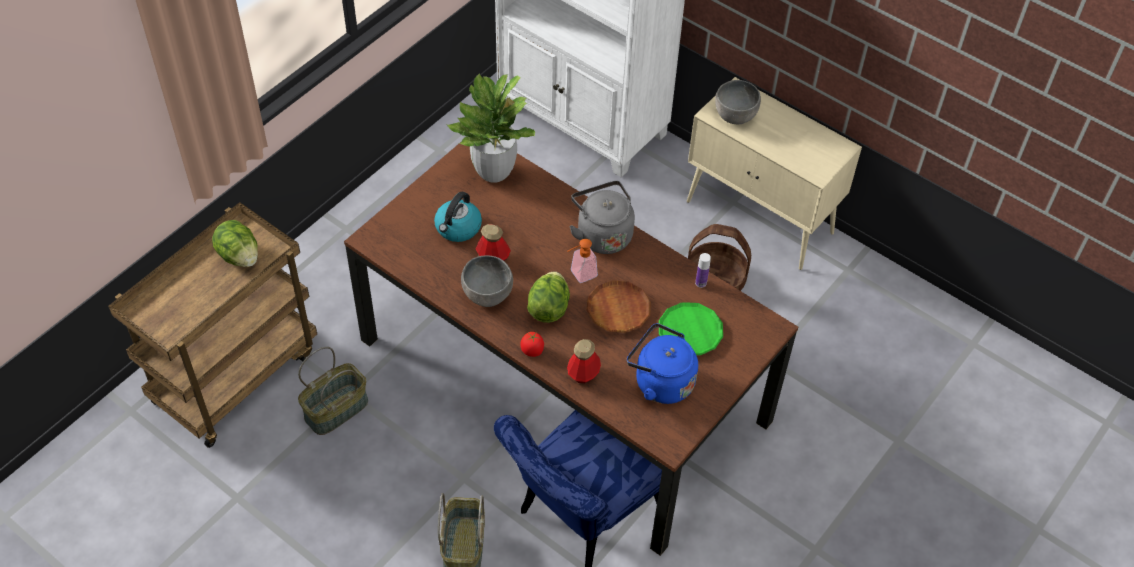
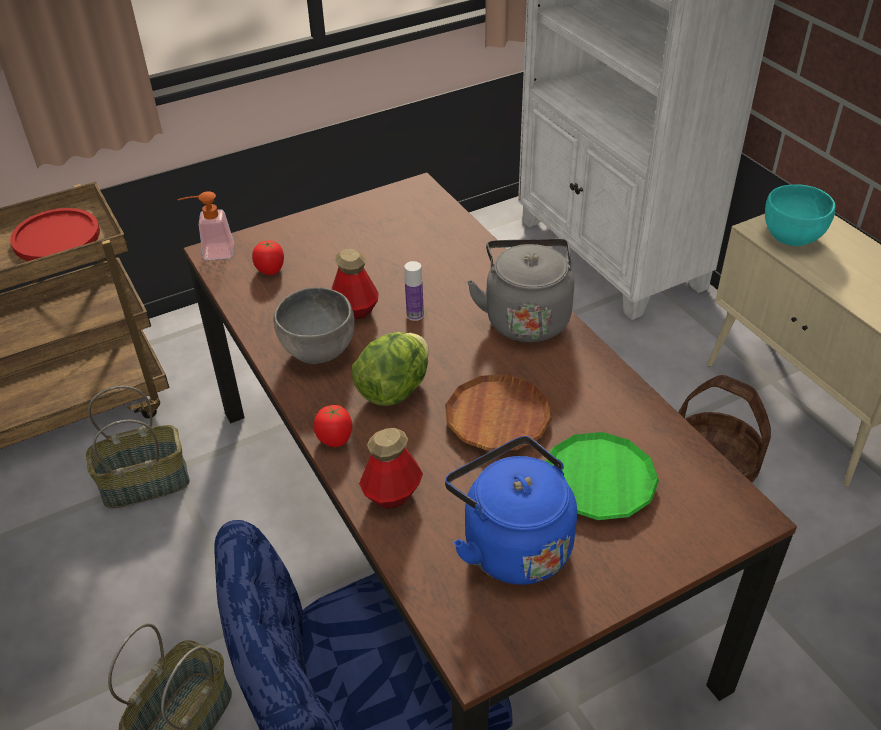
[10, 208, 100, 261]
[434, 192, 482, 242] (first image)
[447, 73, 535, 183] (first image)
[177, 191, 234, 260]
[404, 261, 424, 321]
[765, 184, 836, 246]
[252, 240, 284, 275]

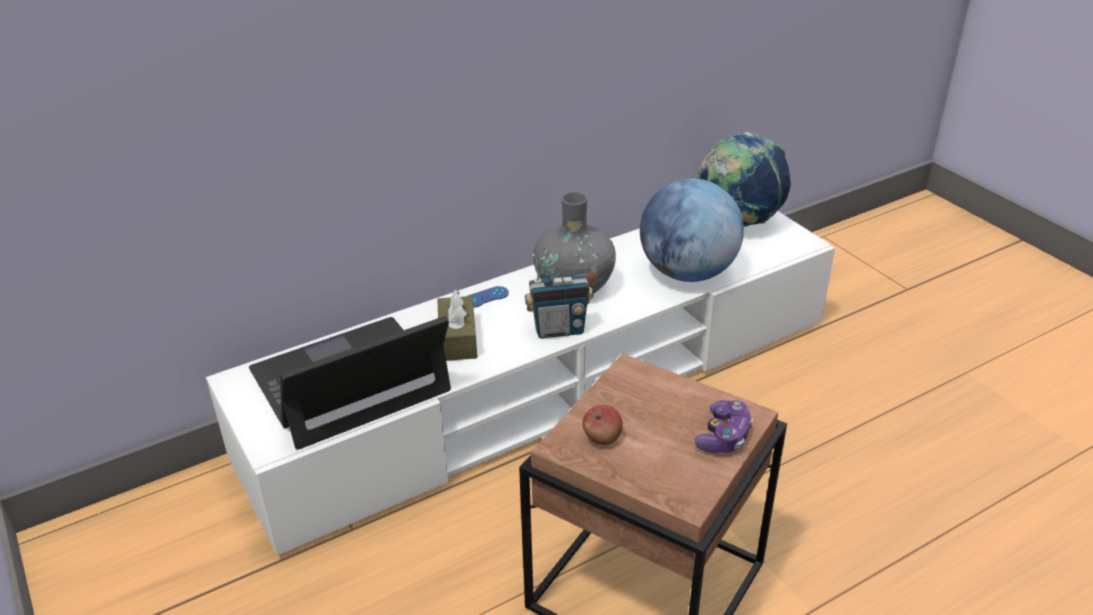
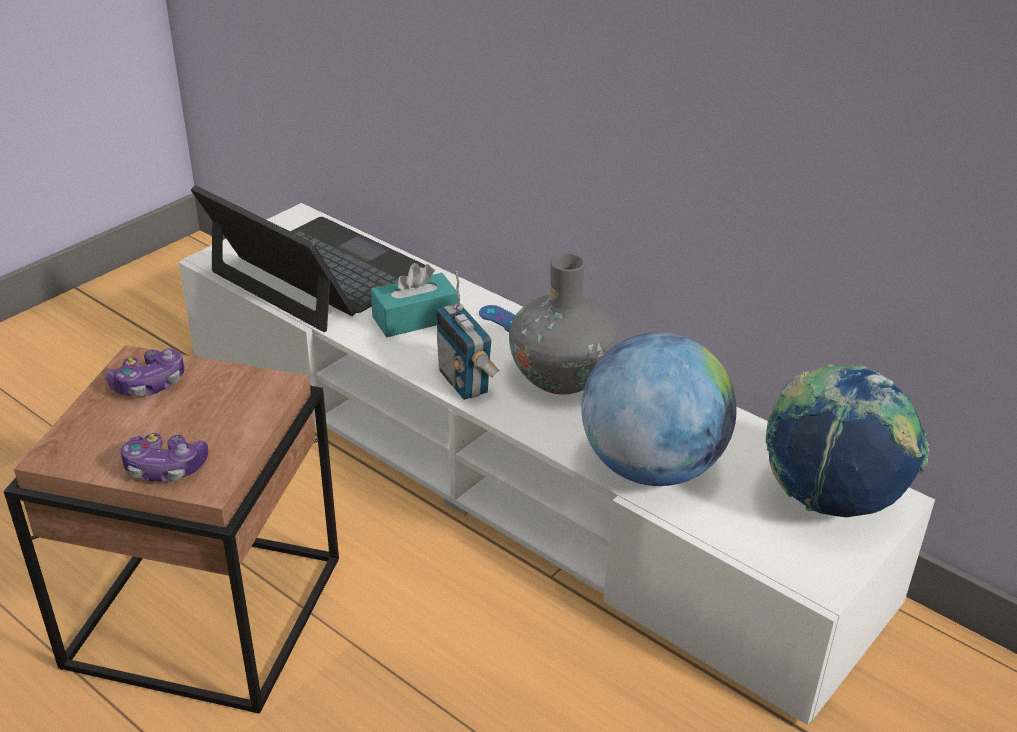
[371, 263, 458, 337]
[106, 348, 184, 396]

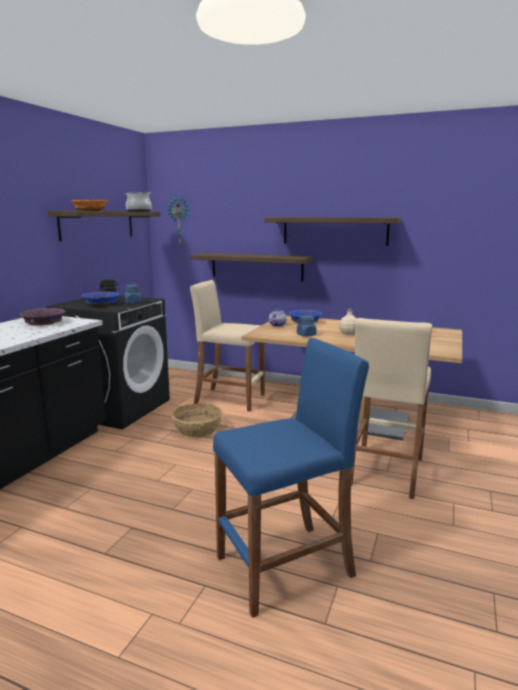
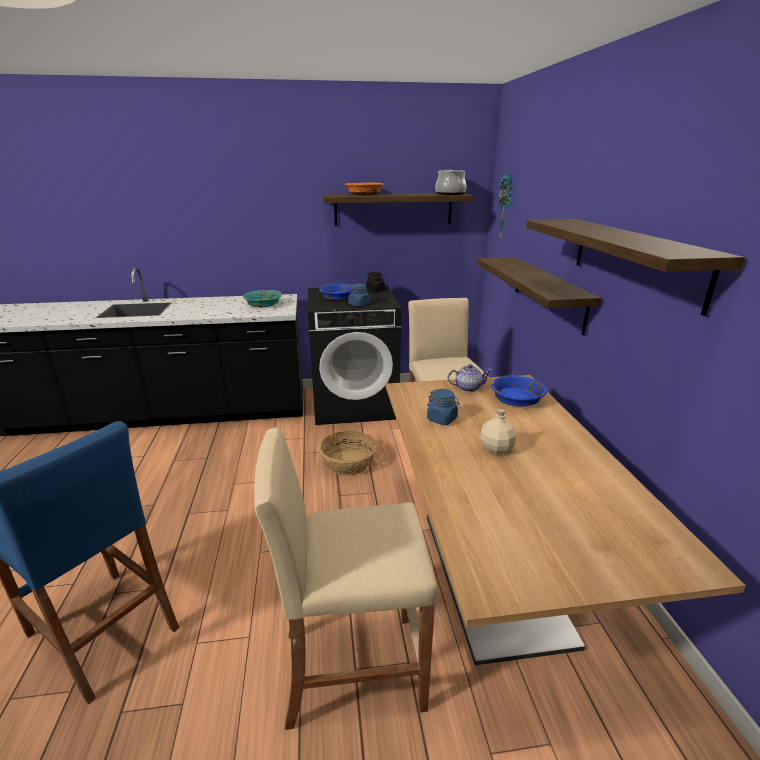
[243, 290, 282, 307]

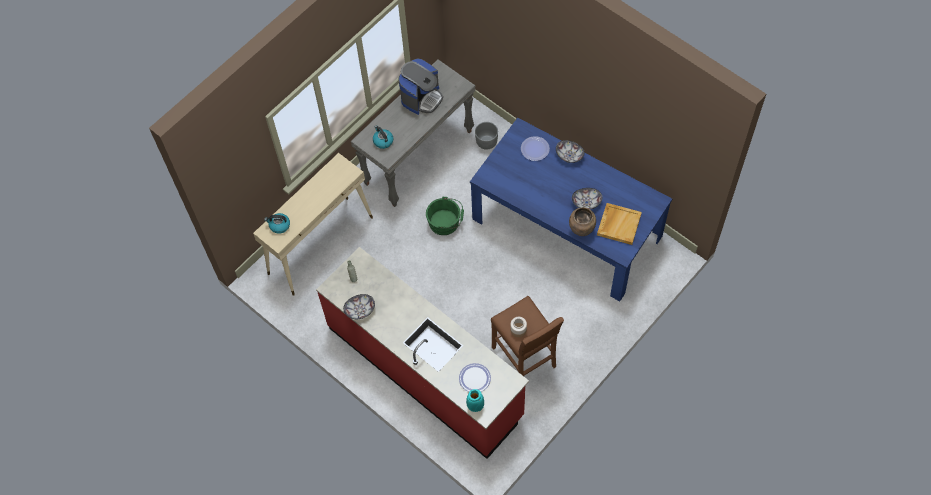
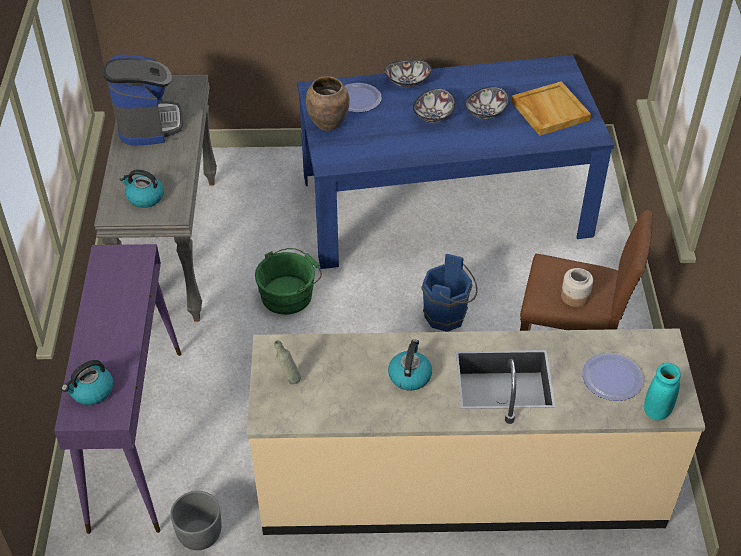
[54, 244, 181, 534]
[247, 329, 706, 535]
[413, 89, 455, 123]
[170, 491, 221, 550]
[306, 76, 350, 131]
[388, 339, 432, 391]
[421, 254, 478, 332]

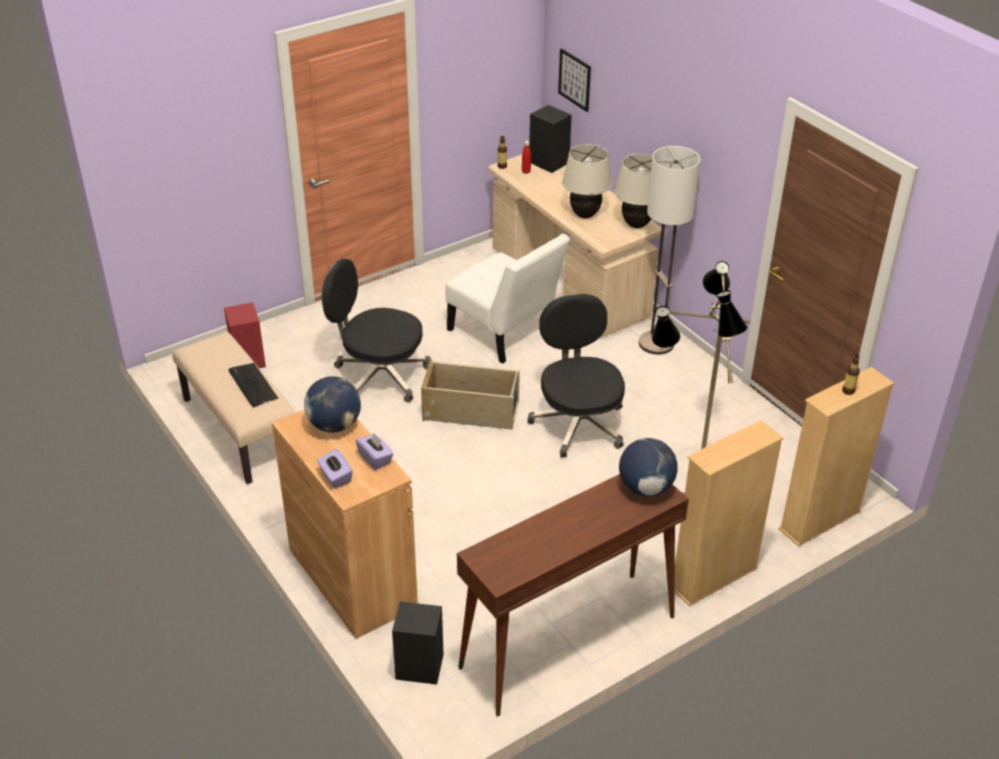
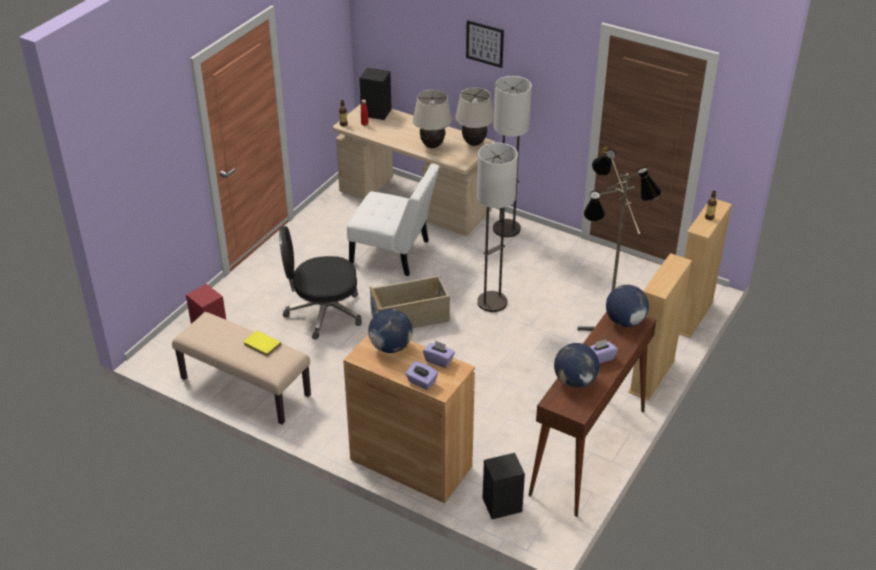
[243, 330, 281, 356]
[477, 143, 518, 312]
[466, 20, 504, 68]
[554, 343, 599, 388]
[590, 339, 618, 364]

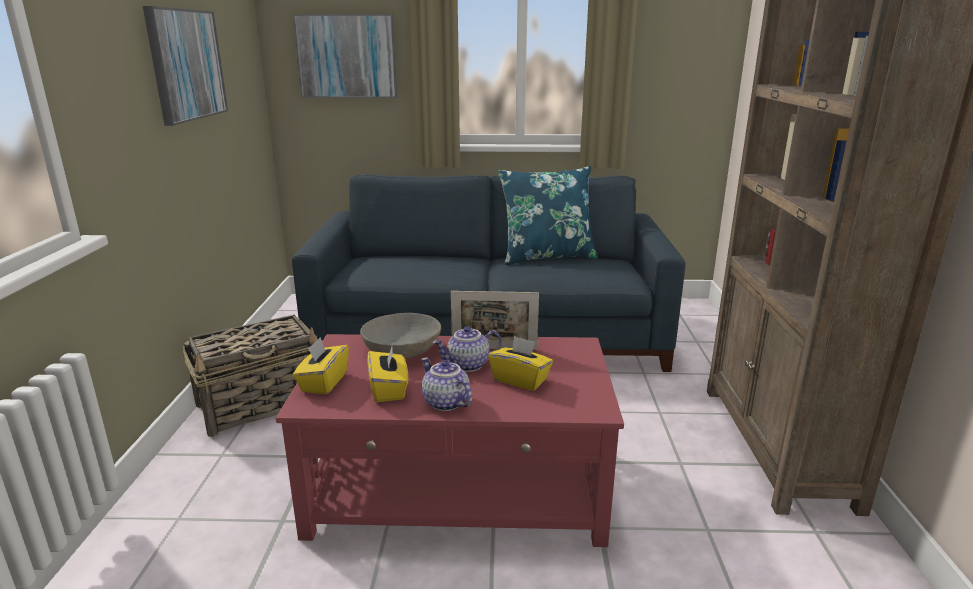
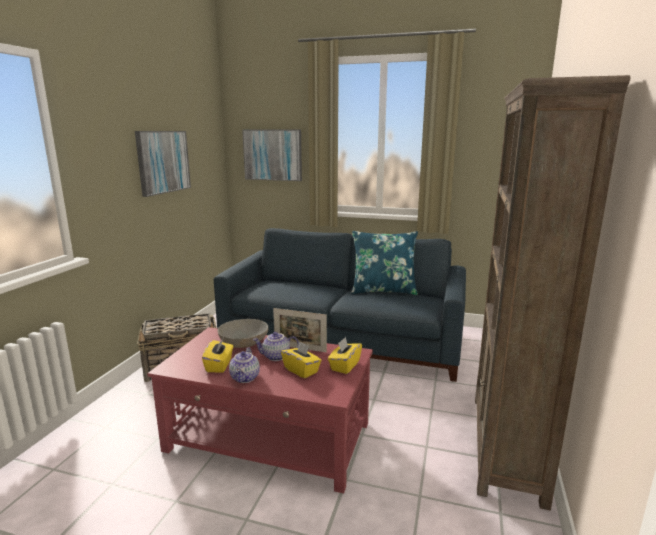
[328, 337, 362, 374]
[229, 348, 260, 383]

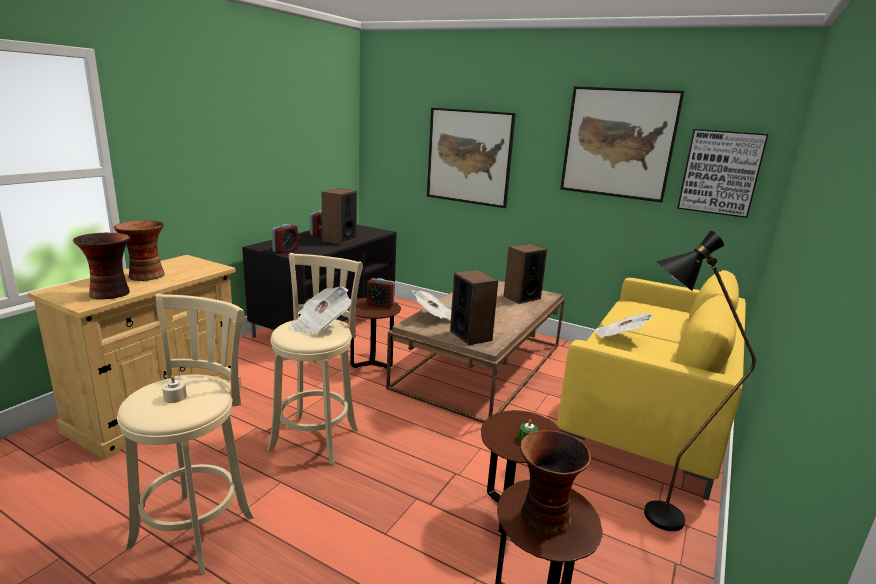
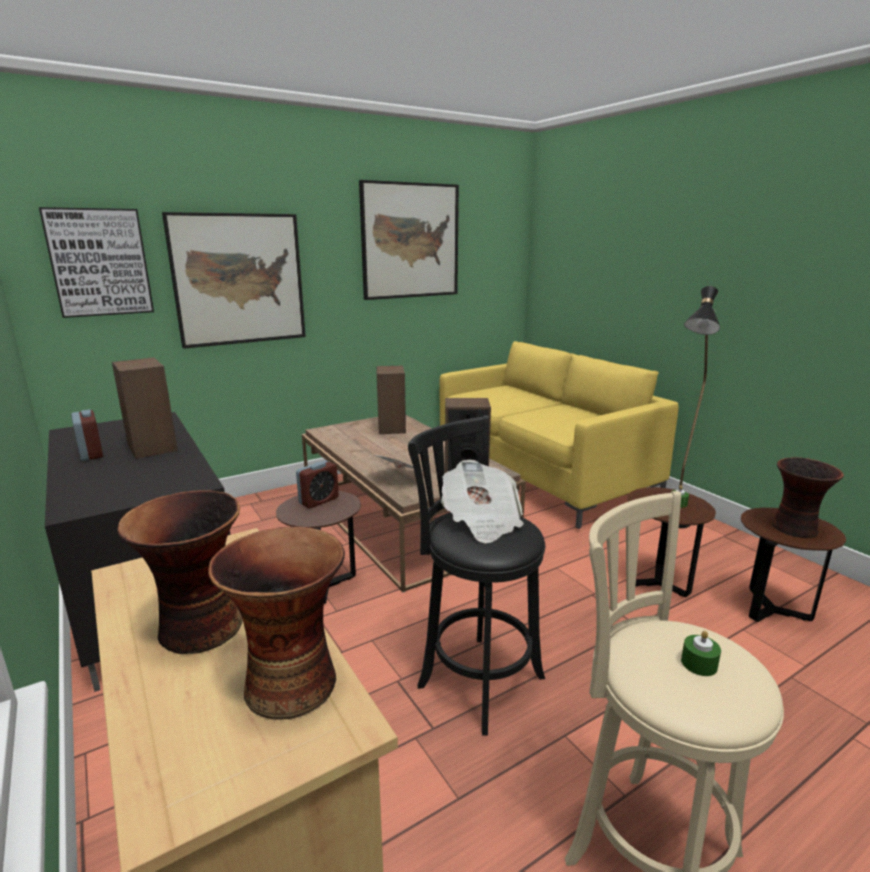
[681, 630, 721, 676]
[408, 415, 545, 736]
[272, 224, 298, 254] (first image)
[595, 313, 653, 338] (first image)
[39, 207, 154, 318]

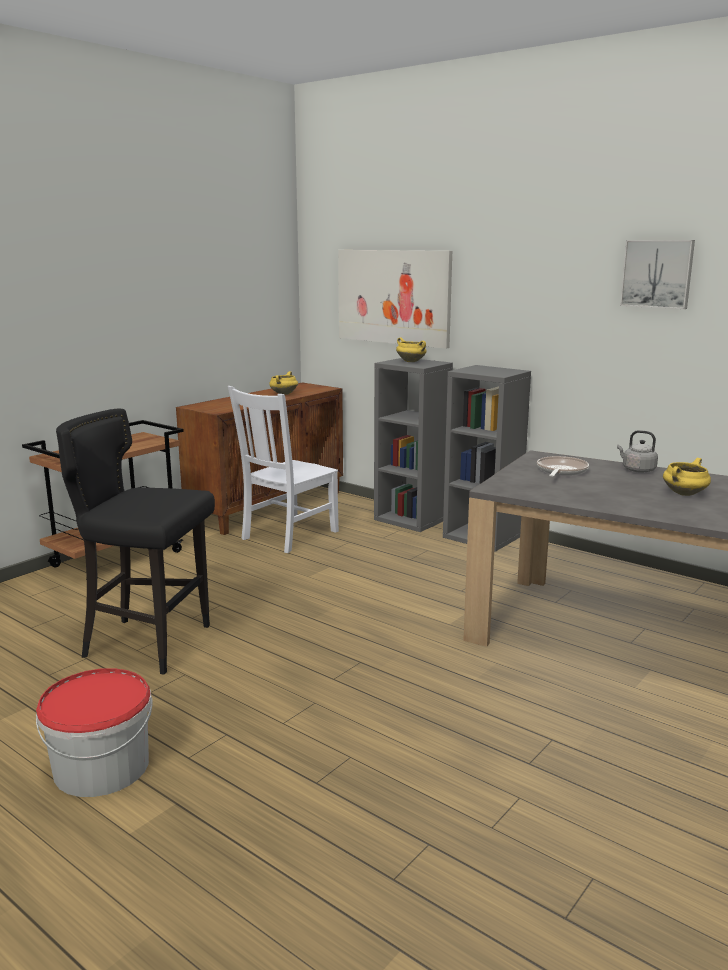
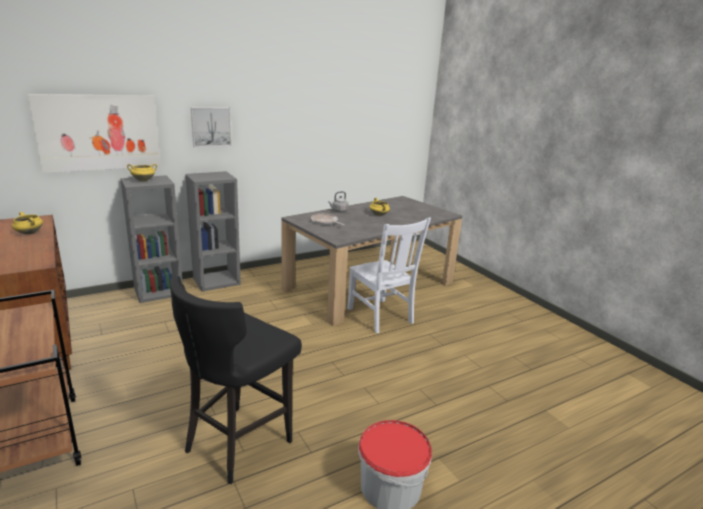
[347, 218, 431, 333]
[191, 107, 232, 147]

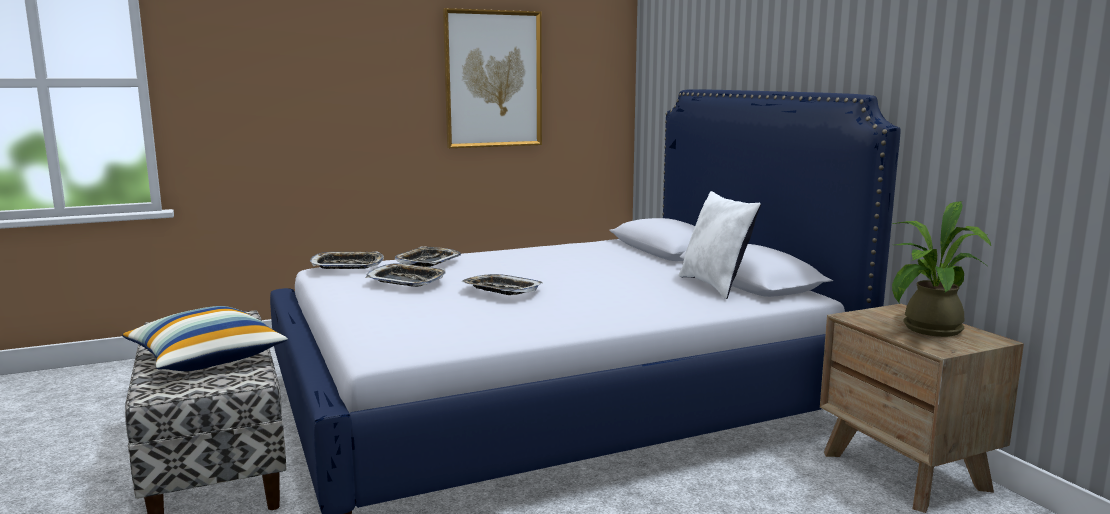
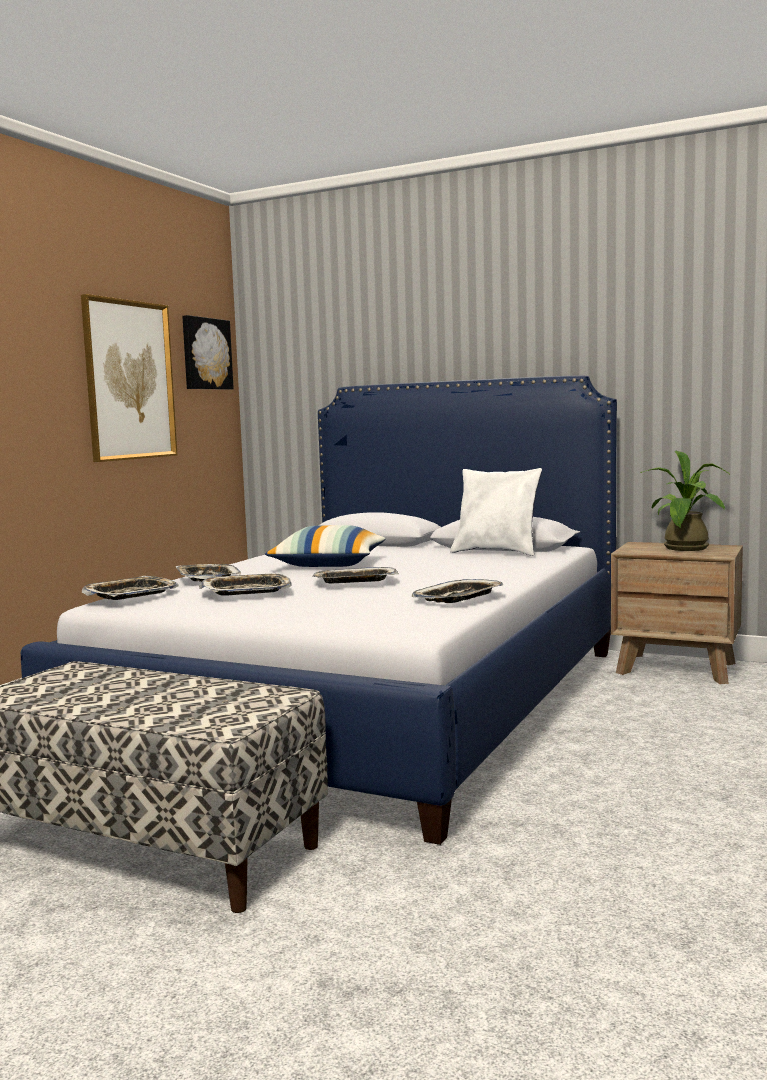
[265, 525, 386, 567]
[182, 315, 234, 390]
[412, 579, 503, 603]

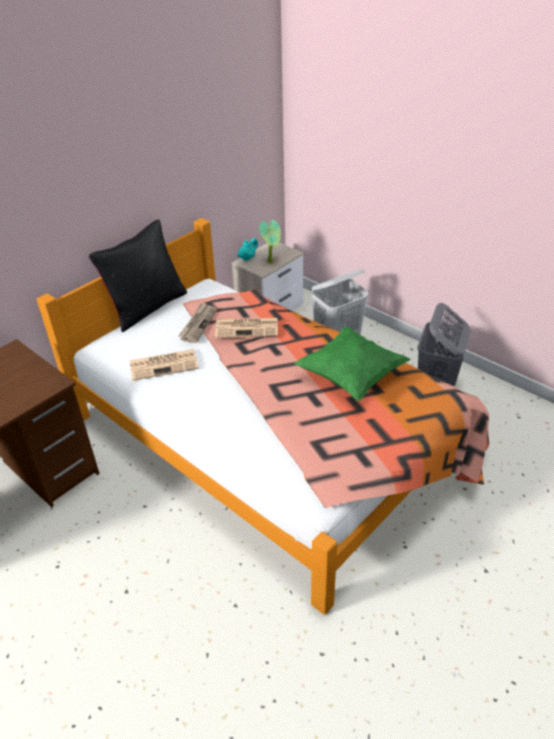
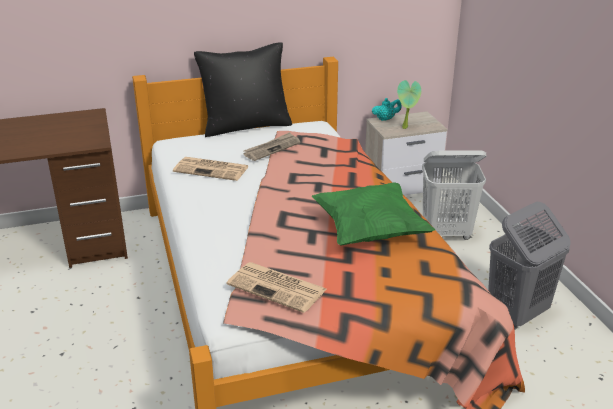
[227, 262, 327, 313]

